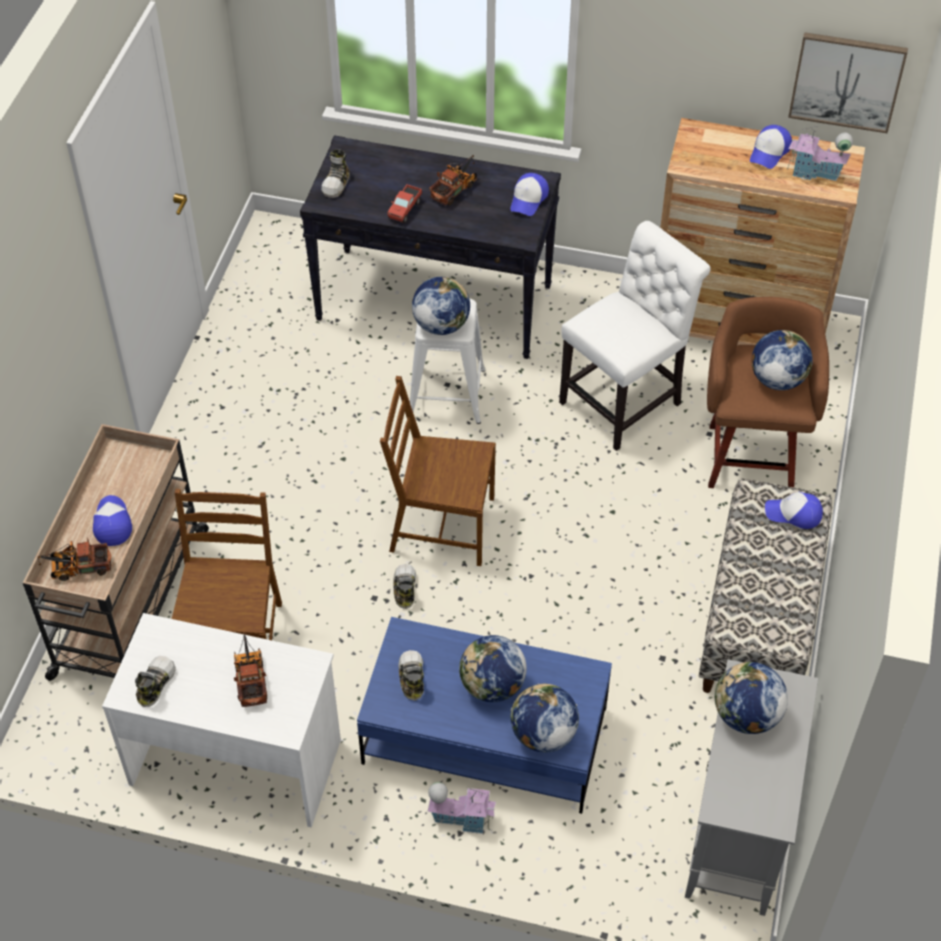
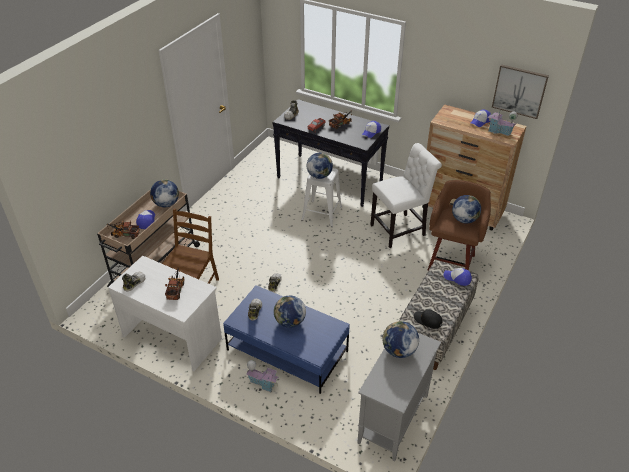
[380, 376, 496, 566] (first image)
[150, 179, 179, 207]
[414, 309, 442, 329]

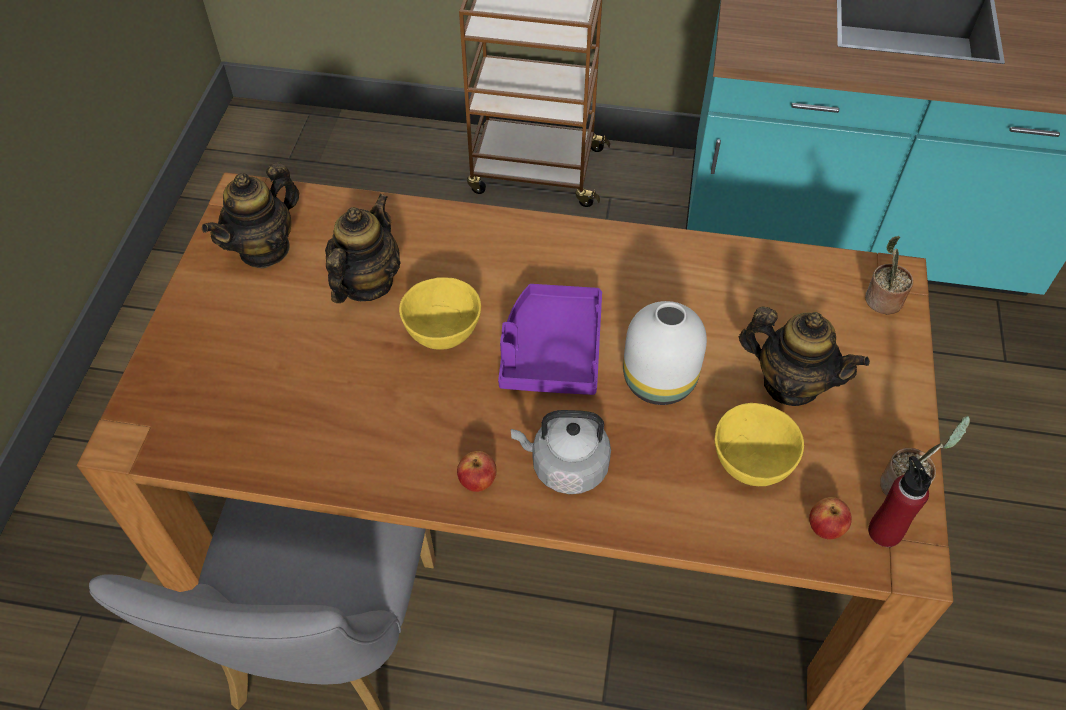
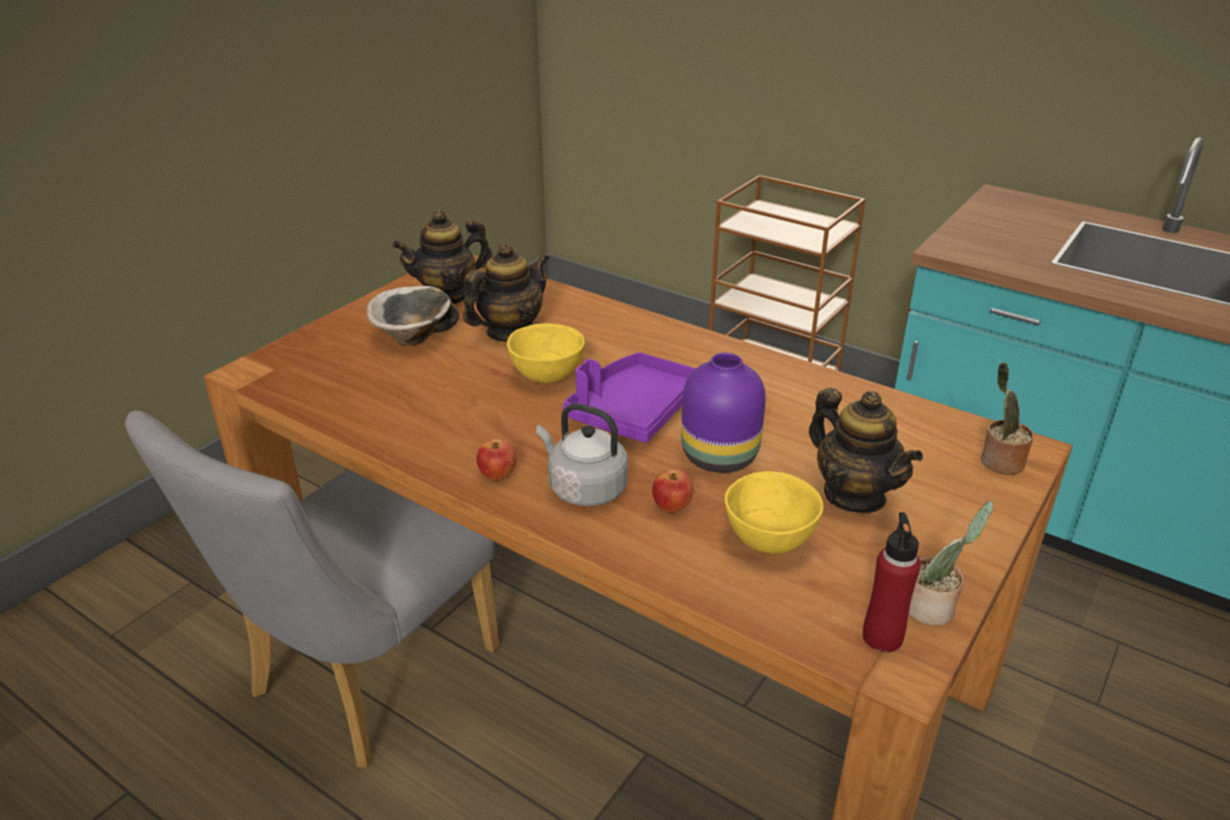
[681, 353, 766, 473]
[652, 469, 694, 513]
[366, 286, 459, 345]

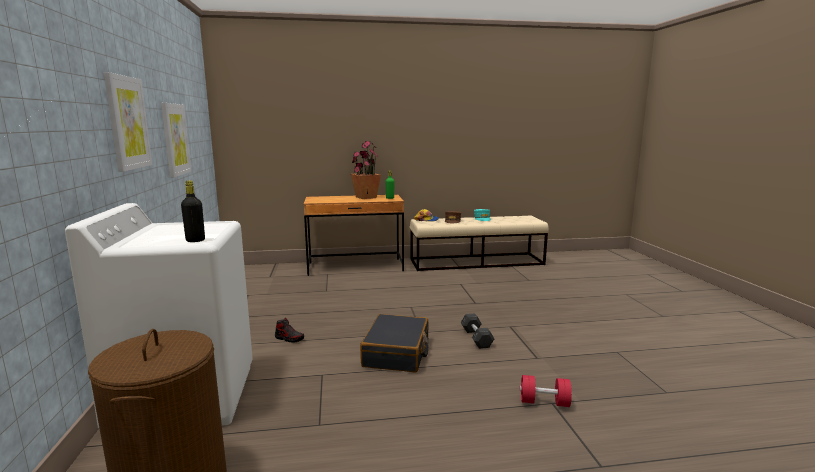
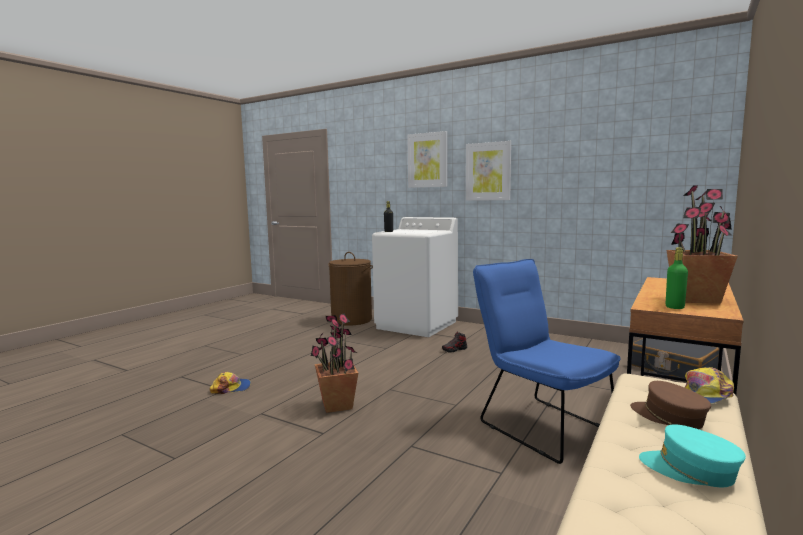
[407, 131, 447, 188]
[632, 338, 719, 378]
[311, 314, 358, 413]
[209, 372, 251, 394]
[473, 259, 621, 464]

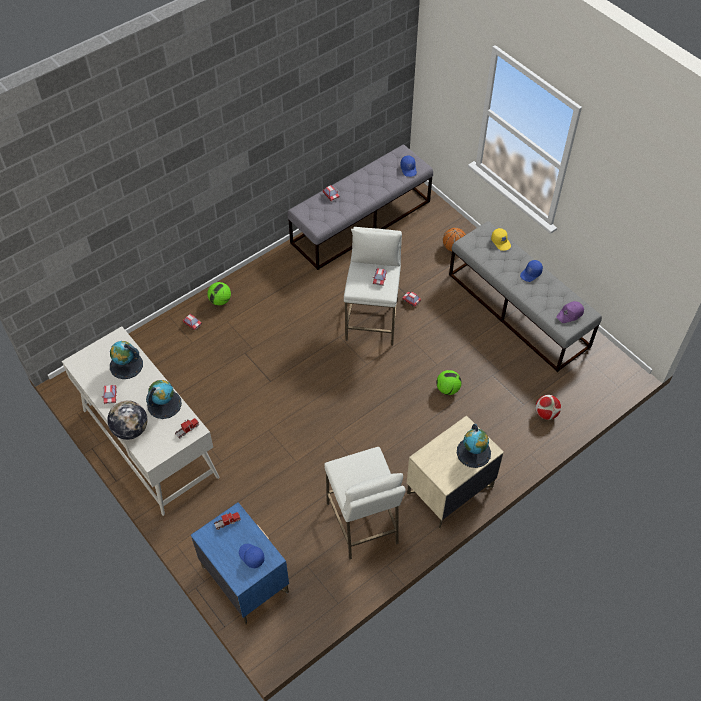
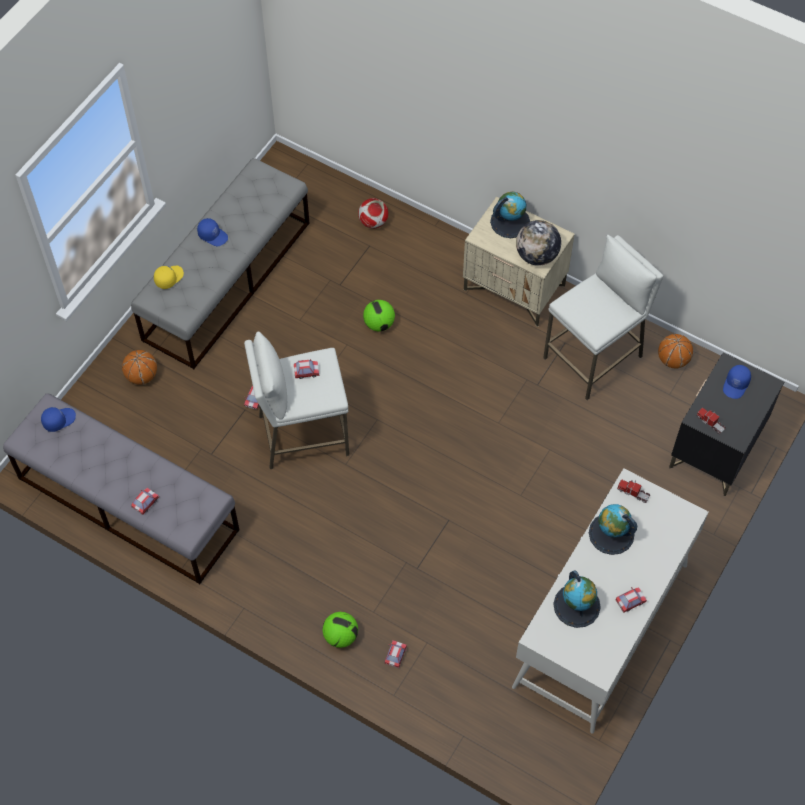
[516, 220, 561, 266]
[669, 352, 784, 496]
[556, 301, 584, 323] (first image)
[658, 334, 693, 368]

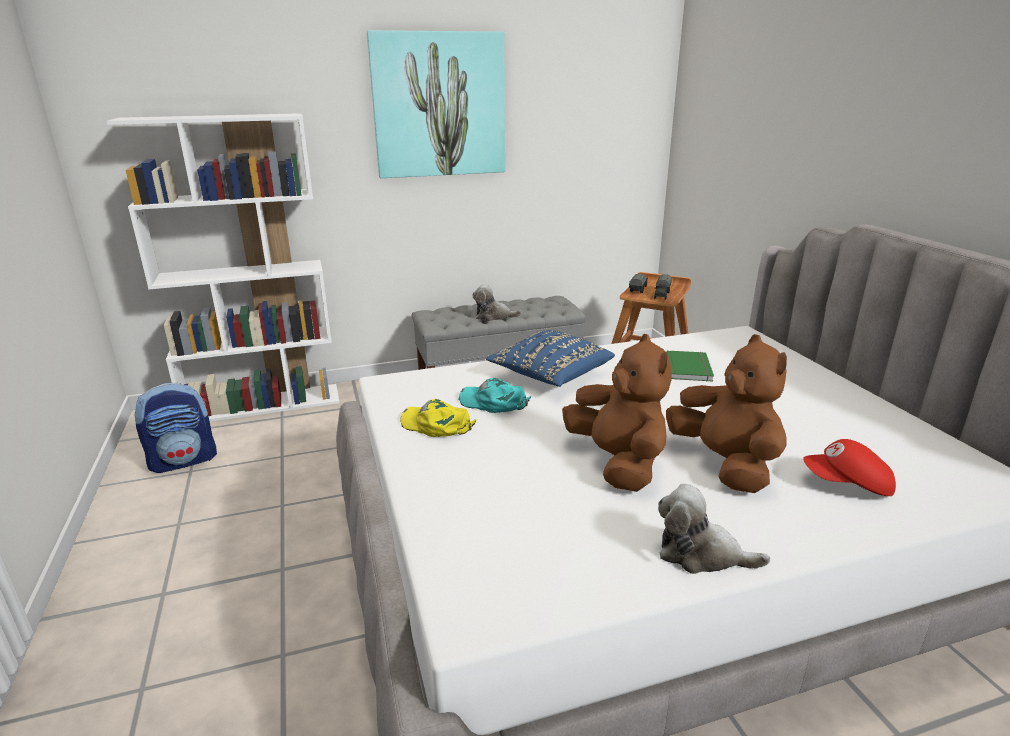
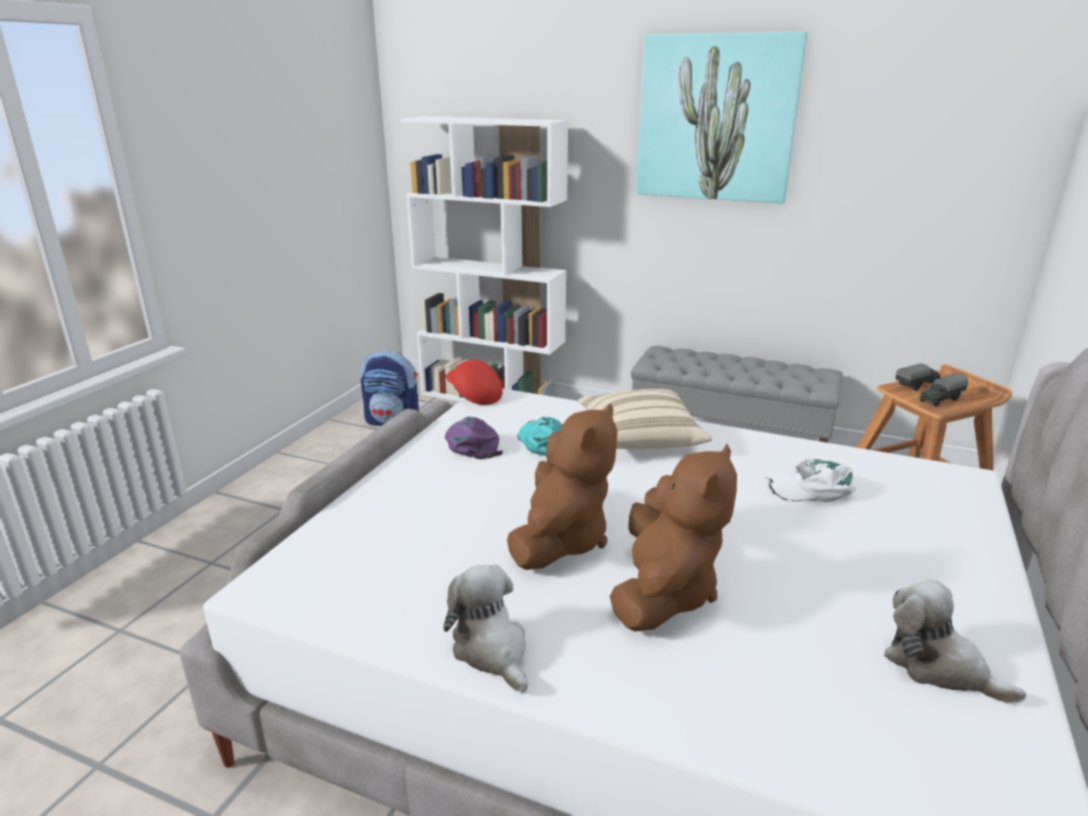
[445, 417, 503, 459]
[884, 579, 1026, 703]
[578, 389, 712, 449]
[766, 459, 856, 502]
[446, 359, 503, 405]

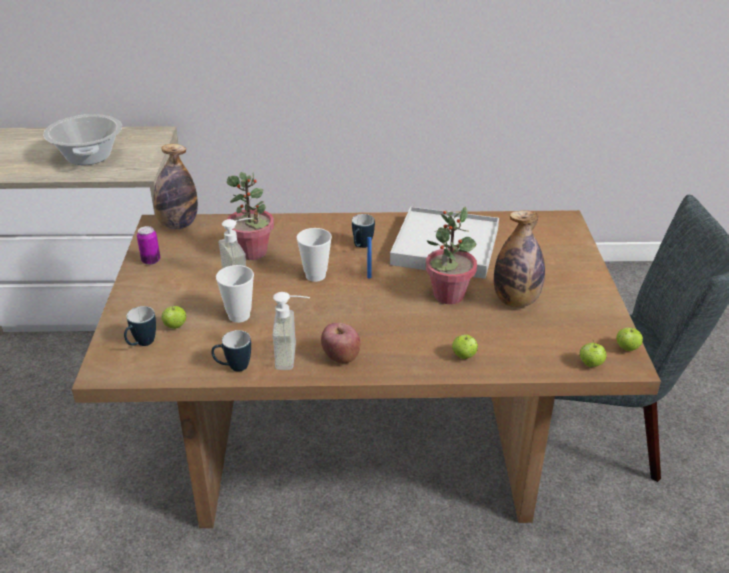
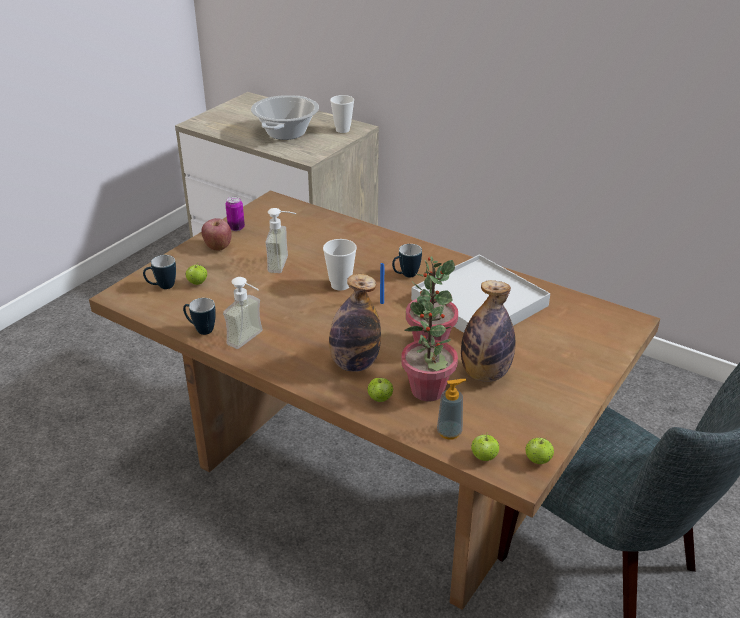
[329, 274, 381, 372]
[330, 95, 354, 133]
[401, 301, 458, 401]
[201, 218, 232, 251]
[437, 379, 466, 440]

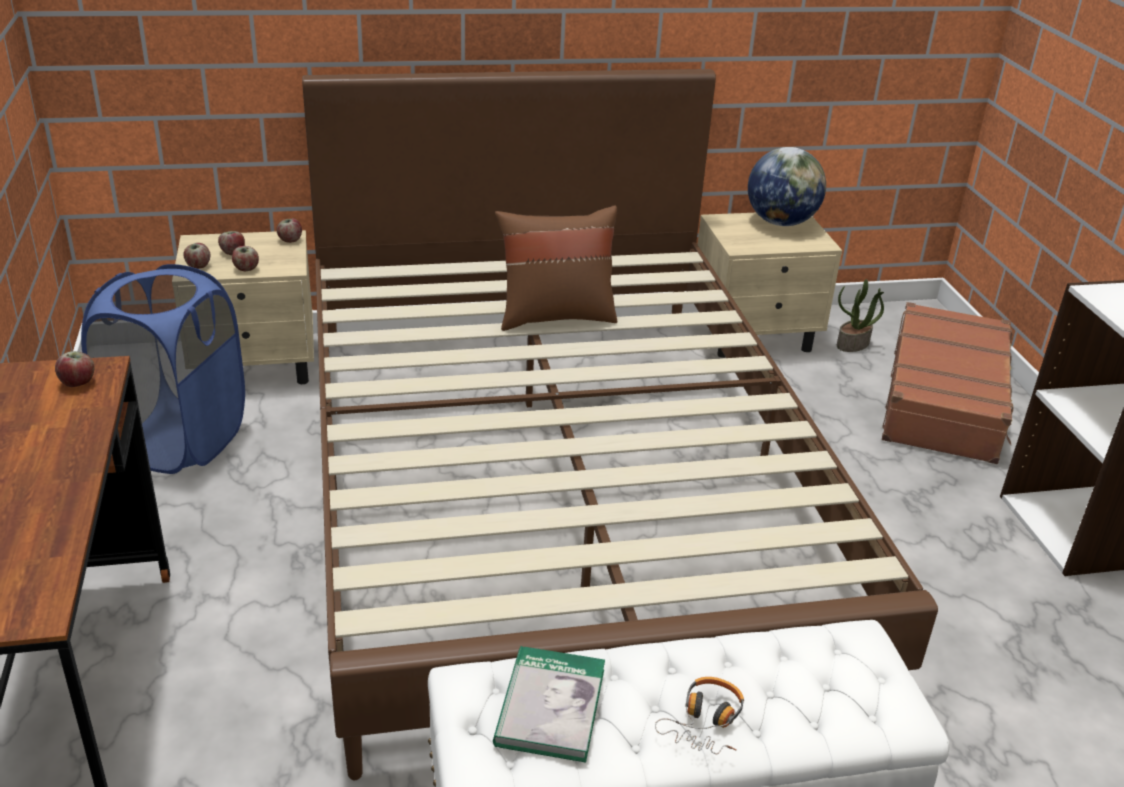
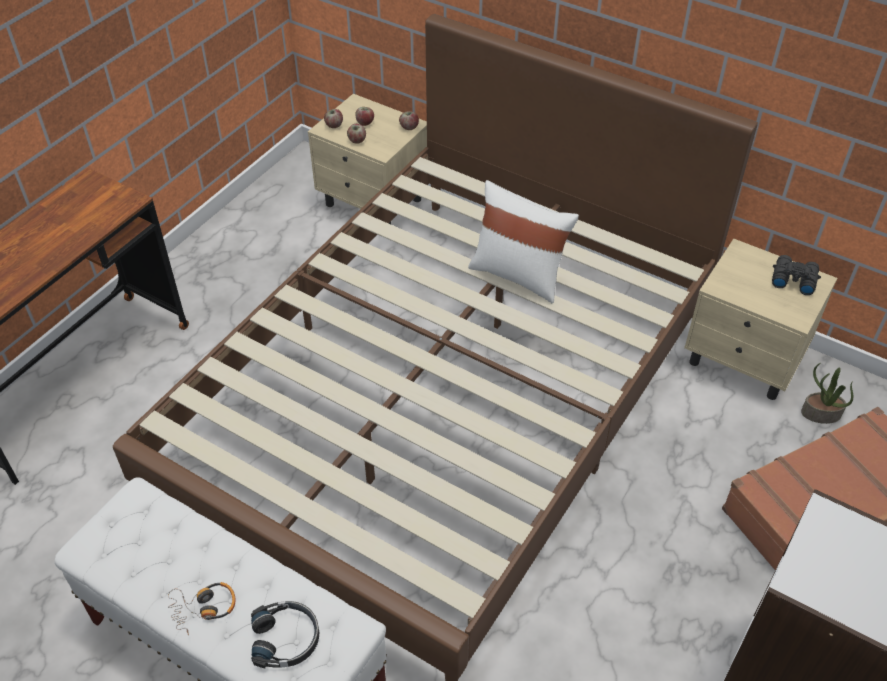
[55, 351, 95, 387] (first image)
[81, 264, 245, 474] (first image)
[493, 646, 605, 763] (first image)
[468, 180, 579, 304]
[772, 255, 821, 295]
[251, 601, 319, 668]

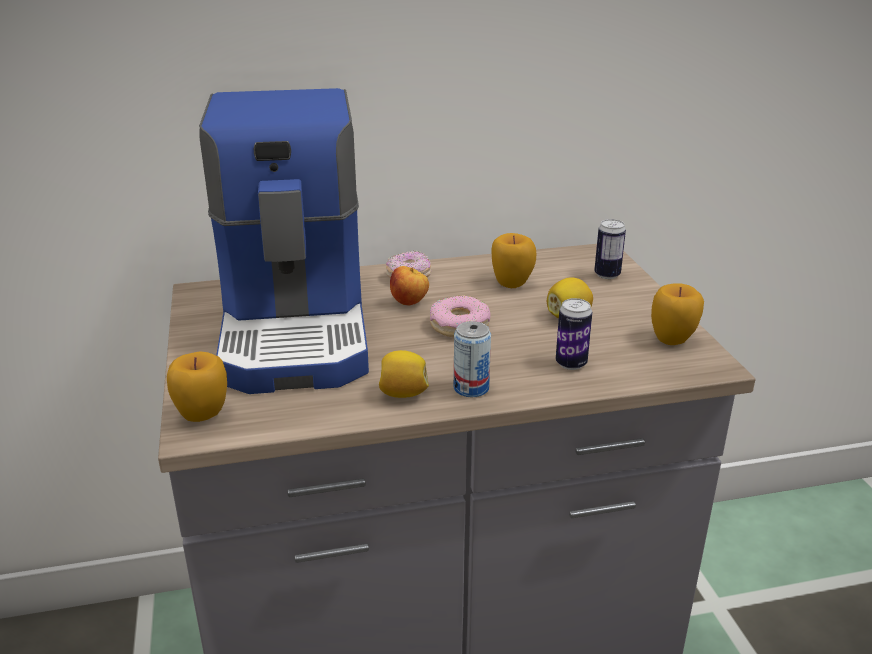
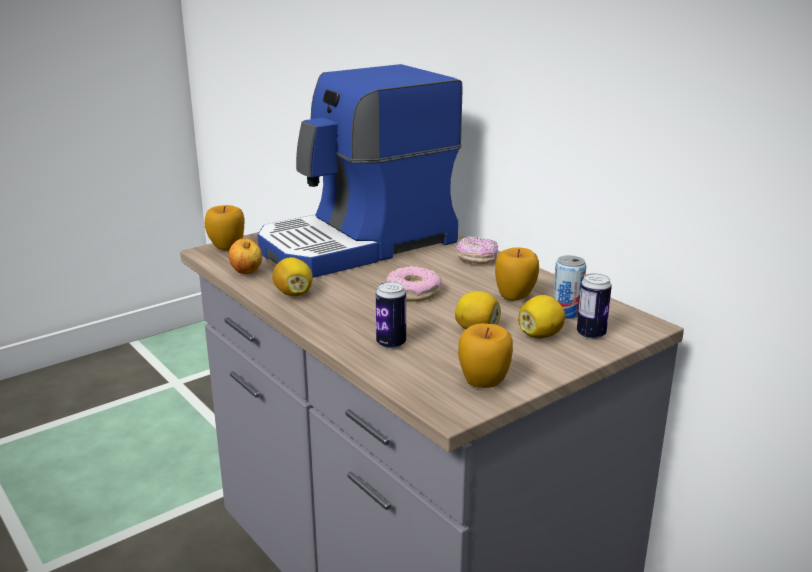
[228, 238, 262, 274]
[553, 255, 586, 319]
[518, 295, 565, 338]

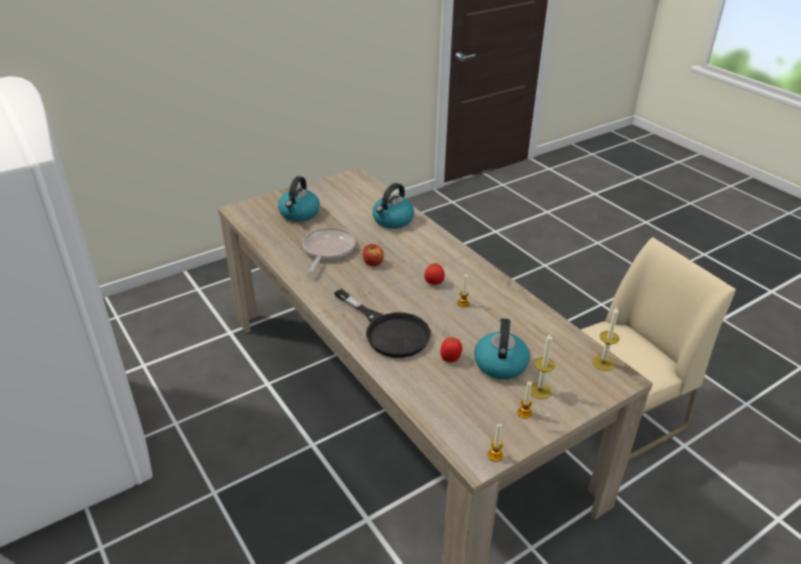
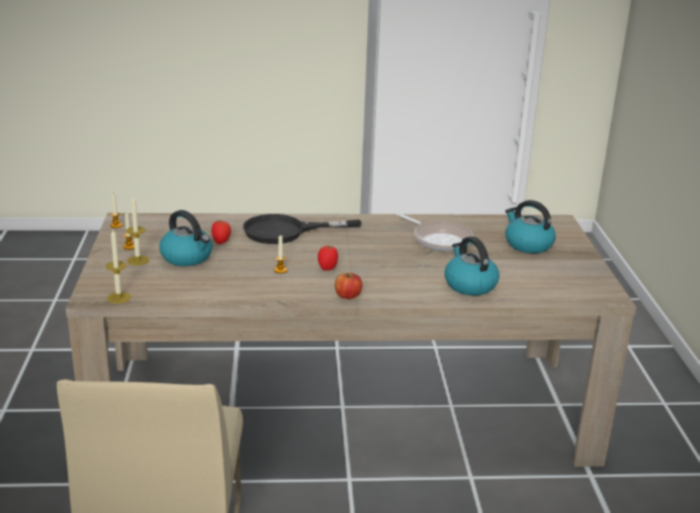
[335, 273, 362, 299]

